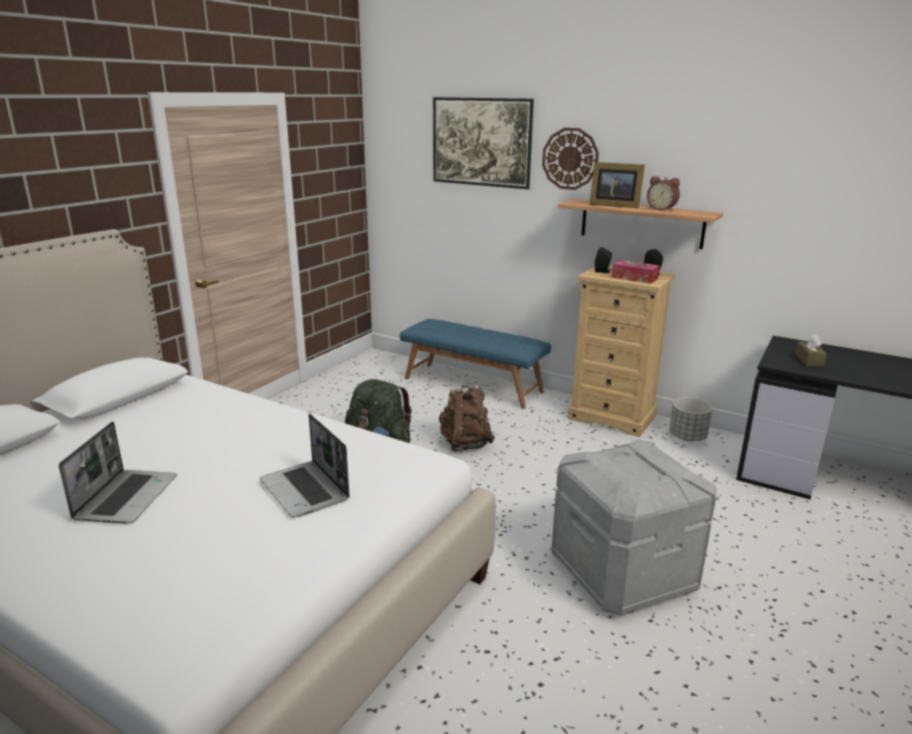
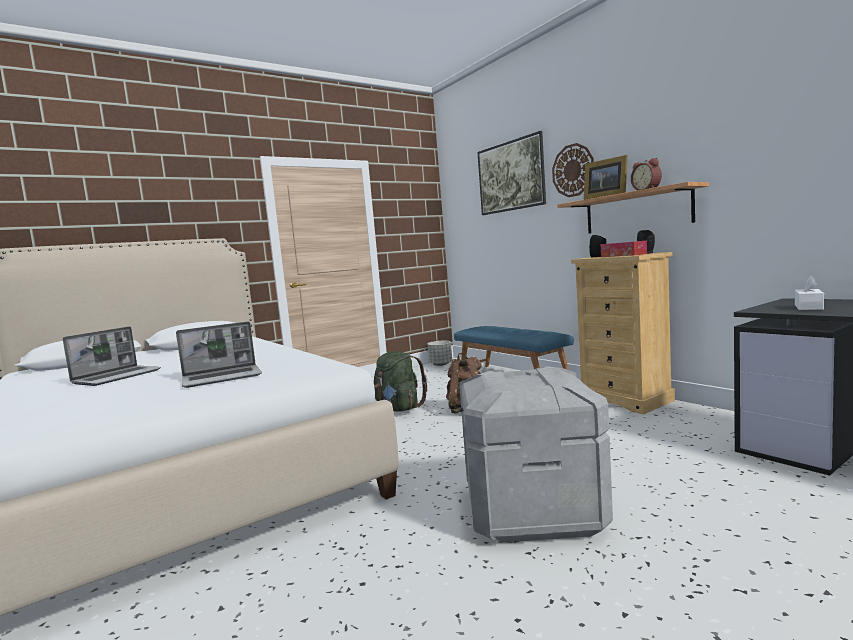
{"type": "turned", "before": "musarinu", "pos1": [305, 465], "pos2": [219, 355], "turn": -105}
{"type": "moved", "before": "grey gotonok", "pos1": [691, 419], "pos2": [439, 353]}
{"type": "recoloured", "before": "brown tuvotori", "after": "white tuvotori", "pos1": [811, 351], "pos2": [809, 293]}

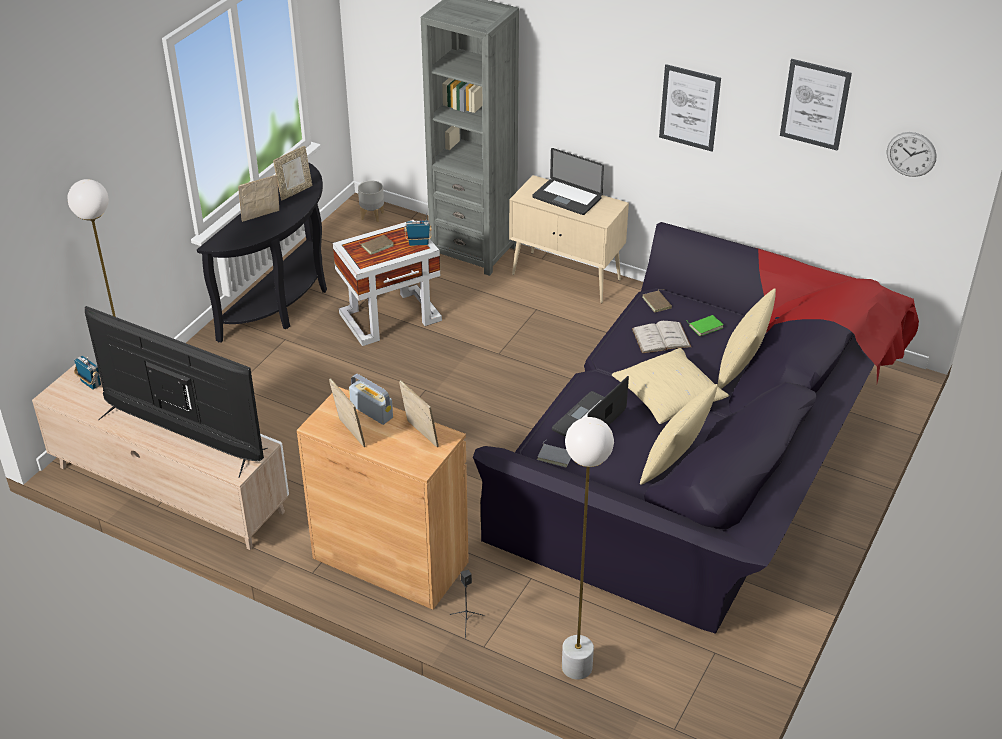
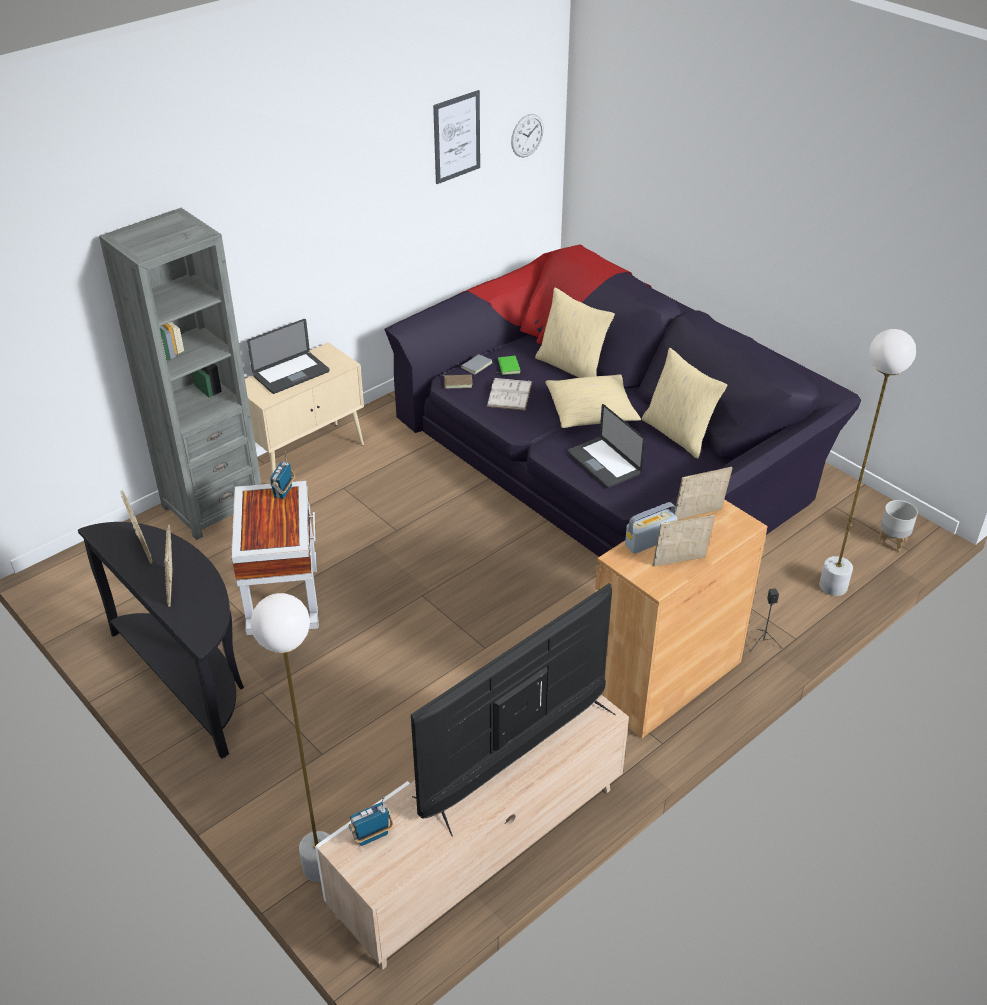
{"type": "moved", "before": "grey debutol", "pos1": [554, 453], "pos2": [474, 364]}
{"type": "moved", "before": "grey gotonok", "pos1": [371, 201], "pos2": [897, 526]}
{"type": "removed", "before": "brown debutol", "pos1": [376, 245]}
{"type": "removed", "before": "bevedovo", "pos1": [690, 107]}

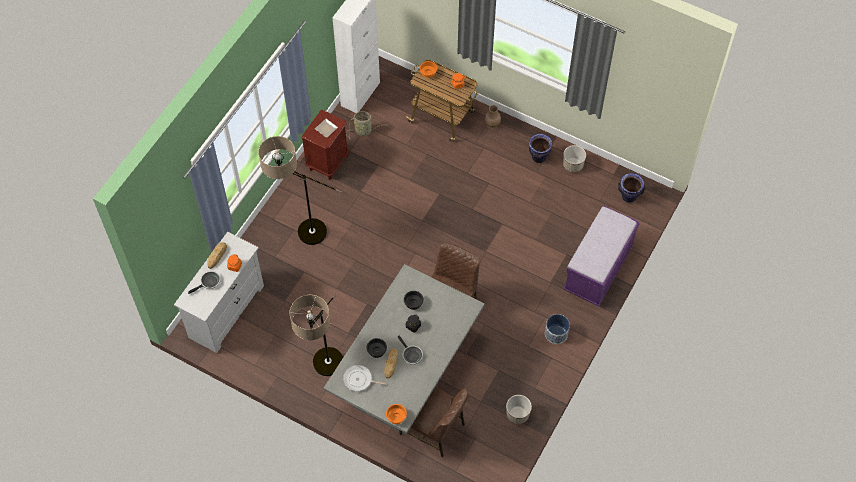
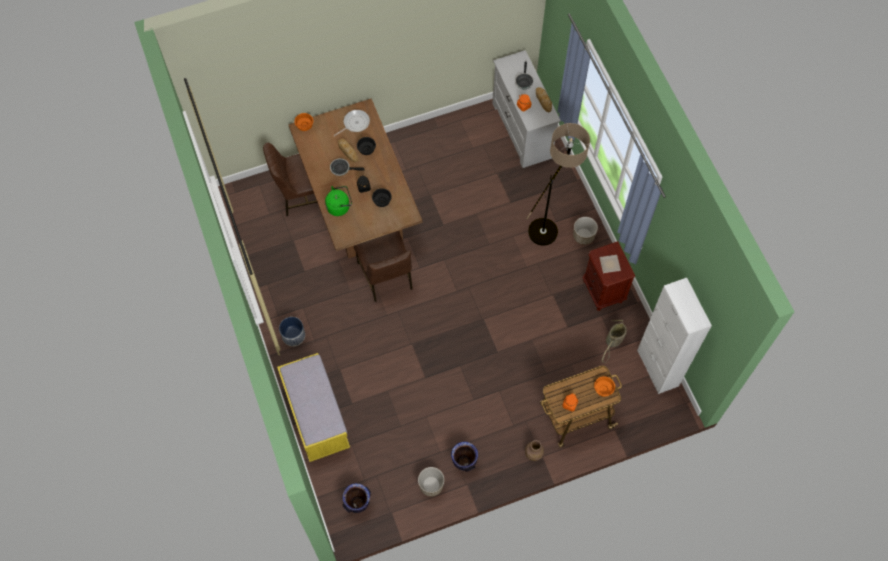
{"type": "recoloured", "before": "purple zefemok", "after": "yellow zefemok", "pos1": [601, 256], "pos2": [313, 407]}
{"type": "recoloured", "before": "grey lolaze", "after": "brown lolaze", "pos1": [404, 349], "pos2": [355, 179]}
{"type": "added", "after": "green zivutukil", "pos2": [338, 201]}
{"type": "moved", "before": "gotonok", "pos1": [519, 409], "pos2": [585, 231]}
{"type": "removed", "before": "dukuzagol", "pos1": [316, 335]}

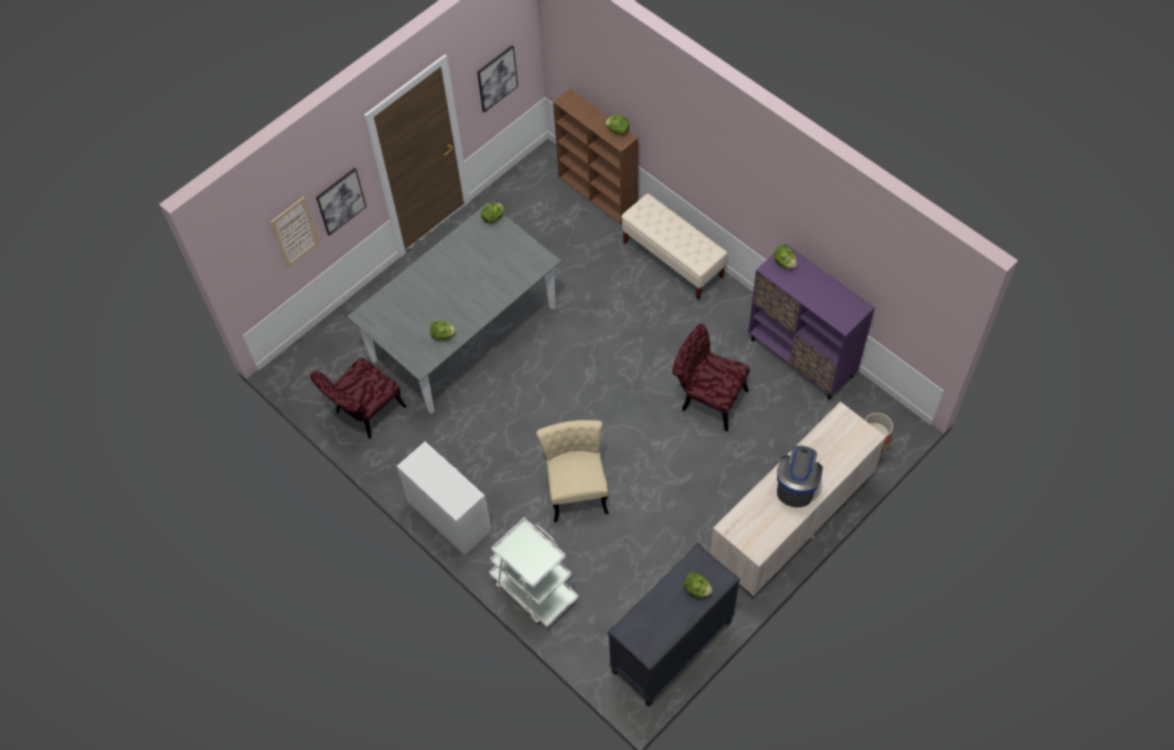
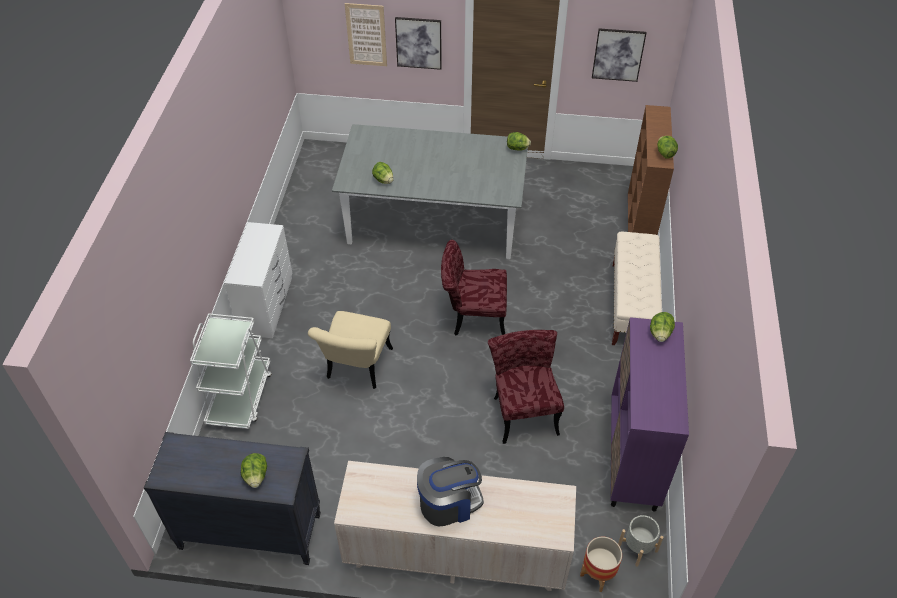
{"type": "turned", "before": "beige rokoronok", "pos1": [572, 471], "pos2": [350, 350], "turn": 150}
{"type": "moved", "before": "red rokoronok", "pos1": [358, 398], "pos2": [474, 287]}
{"type": "added", "after": "grey gotonok", "pos2": [641, 541]}

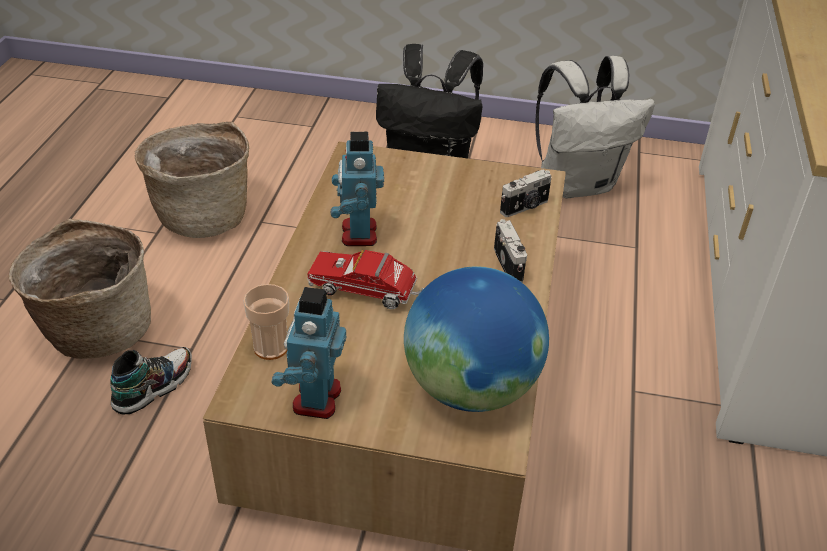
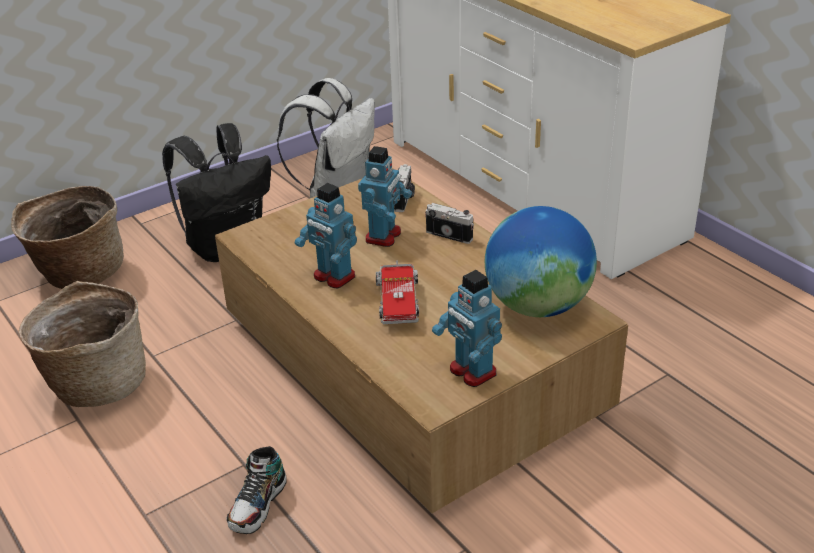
{"type": "moved", "before": "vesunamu", "pos1": [79, 289], "pos2": [67, 237]}
{"type": "turned", "before": "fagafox", "pos1": [151, 381], "pos2": [257, 490], "turn": -150}
{"type": "added", "after": "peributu", "pos2": [385, 196]}
{"type": "turned", "before": "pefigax", "pos1": [365, 279], "pos2": [397, 292], "turn": -60}
{"type": "removed", "before": "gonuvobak", "pos1": [266, 322]}

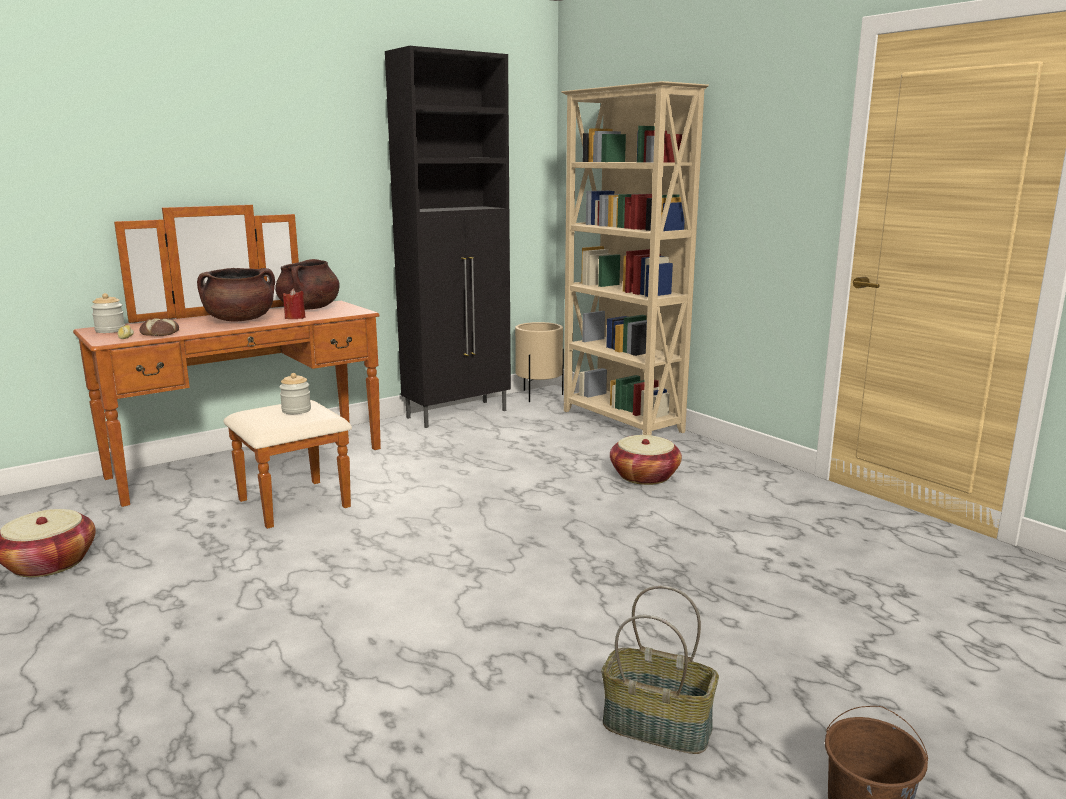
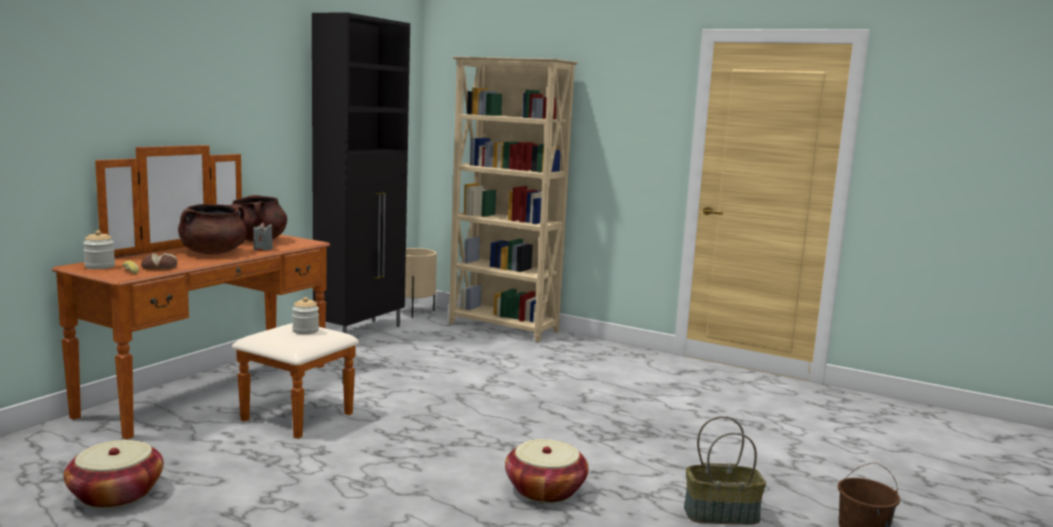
{"type": "recoloured", "before": "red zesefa", "after": "grey zesefa", "pos1": [294, 303], "pos2": [263, 236]}
{"type": "moved", "before": "vesunamu", "pos1": [646, 460], "pos2": [547, 471]}

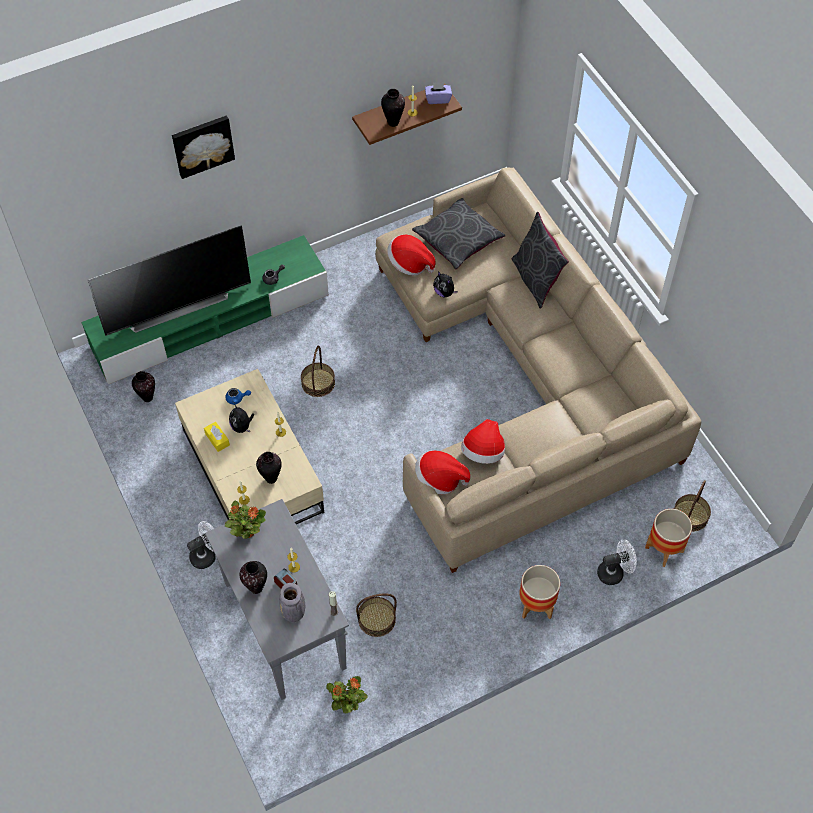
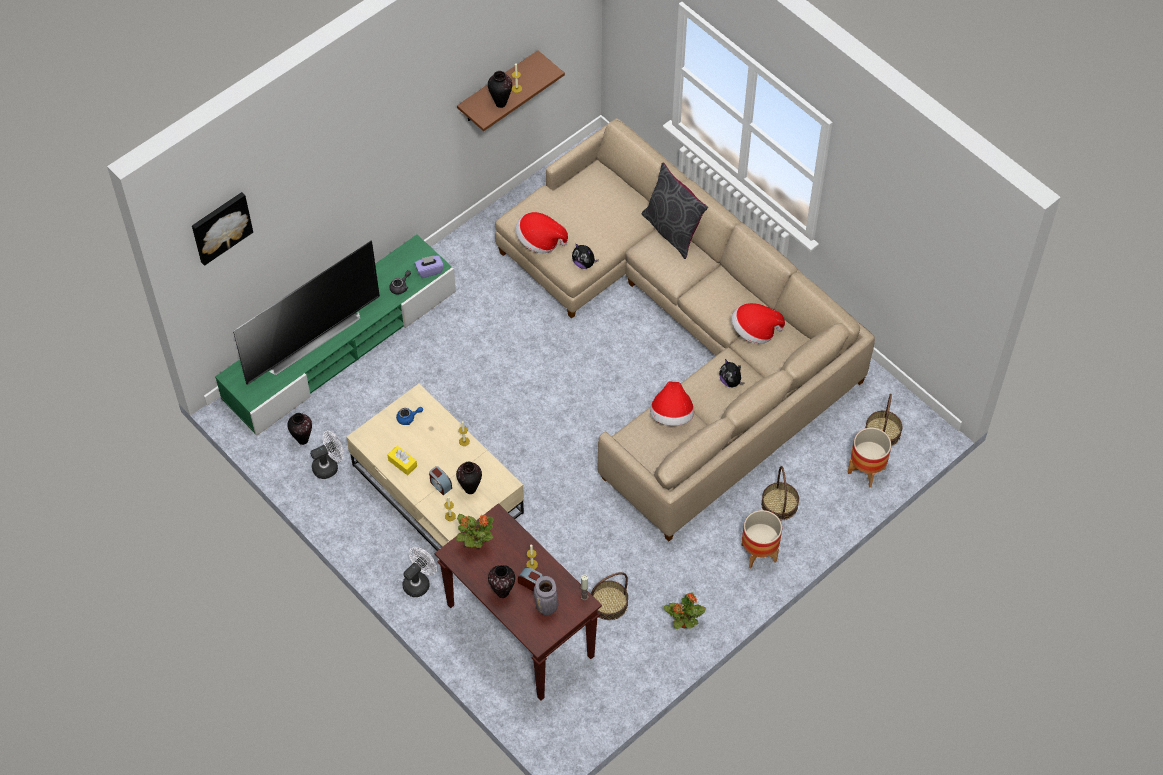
{"type": "moved", "before": "bevedovo", "pos1": [203, 147], "pos2": [222, 229]}
{"type": "moved", "before": "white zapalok", "pos1": [617, 562], "pos2": [327, 454]}
{"type": "moved", "before": "purple tuvotori", "pos1": [438, 93], "pos2": [429, 266]}
{"type": "added", "after": "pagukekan", "pos2": [440, 480]}
{"type": "recoloured", "before": "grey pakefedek", "after": "brown pakefedek", "pos1": [277, 599], "pos2": [518, 602]}
{"type": "moved", "before": "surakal", "pos1": [347, 695], "pos2": [685, 610]}
{"type": "moved", "before": "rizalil", "pos1": [241, 419], "pos2": [731, 373]}
{"type": "moved", "before": "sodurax", "pos1": [442, 472], "pos2": [758, 323]}
{"type": "moved", "before": "vesunamu", "pos1": [318, 371], "pos2": [780, 493]}
{"type": "removed", "before": "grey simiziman", "pos1": [459, 233]}

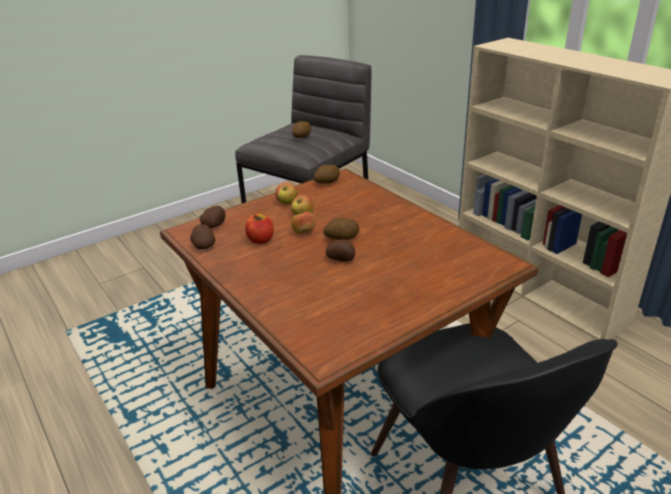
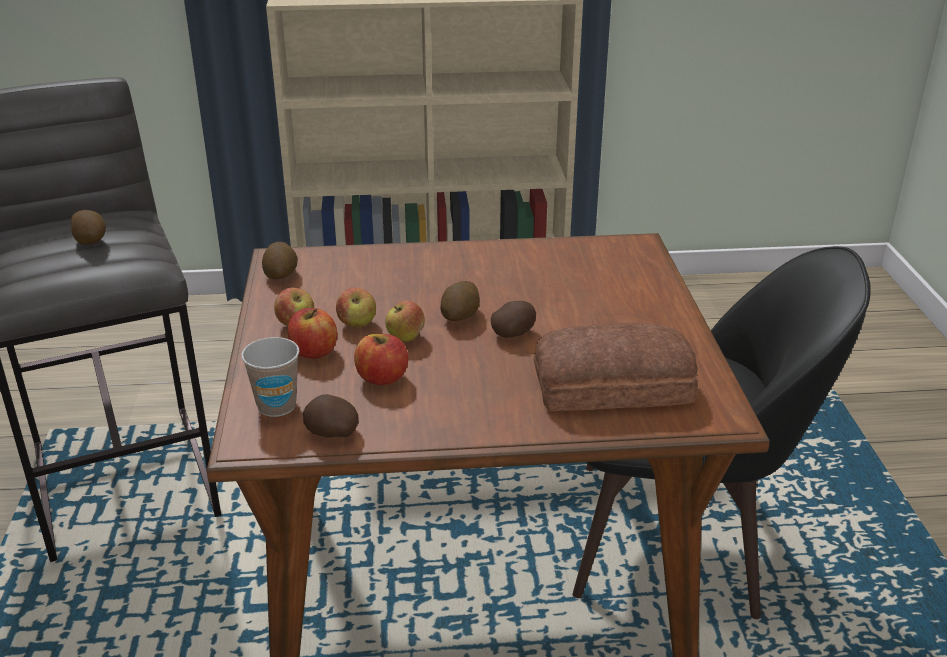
{"type": "replaced", "before": "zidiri", "after": "gonuvobak", "pos1": [212, 217], "pos2": [270, 377]}
{"type": "added", "after": "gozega", "pos2": [312, 333]}
{"type": "added", "after": "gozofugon", "pos2": [616, 367]}

